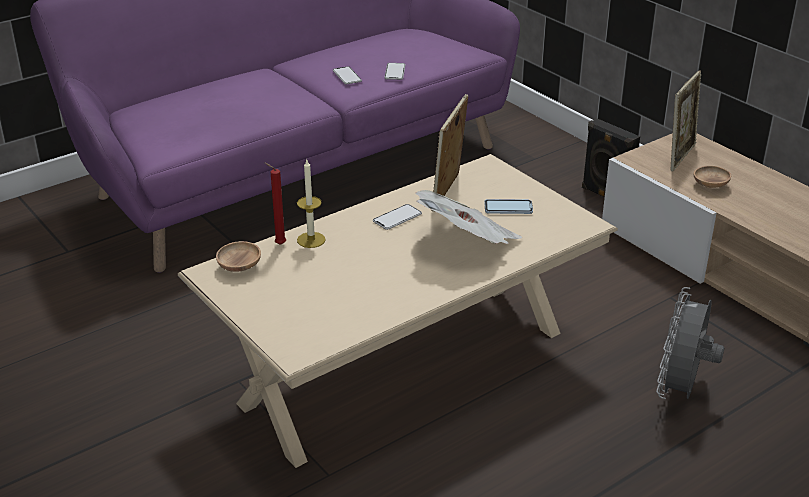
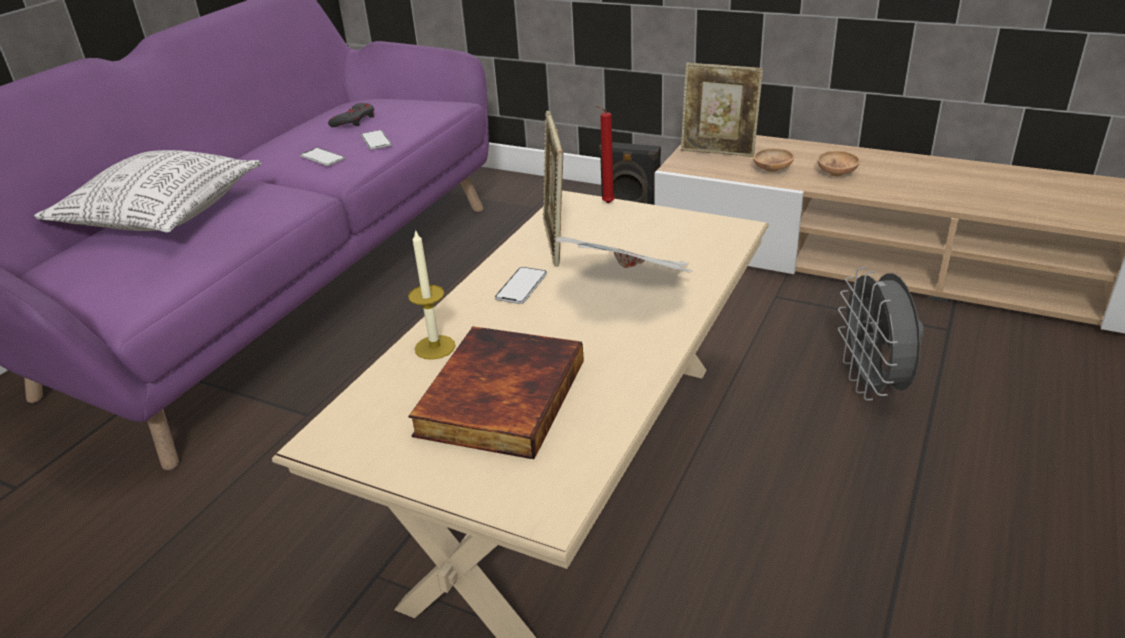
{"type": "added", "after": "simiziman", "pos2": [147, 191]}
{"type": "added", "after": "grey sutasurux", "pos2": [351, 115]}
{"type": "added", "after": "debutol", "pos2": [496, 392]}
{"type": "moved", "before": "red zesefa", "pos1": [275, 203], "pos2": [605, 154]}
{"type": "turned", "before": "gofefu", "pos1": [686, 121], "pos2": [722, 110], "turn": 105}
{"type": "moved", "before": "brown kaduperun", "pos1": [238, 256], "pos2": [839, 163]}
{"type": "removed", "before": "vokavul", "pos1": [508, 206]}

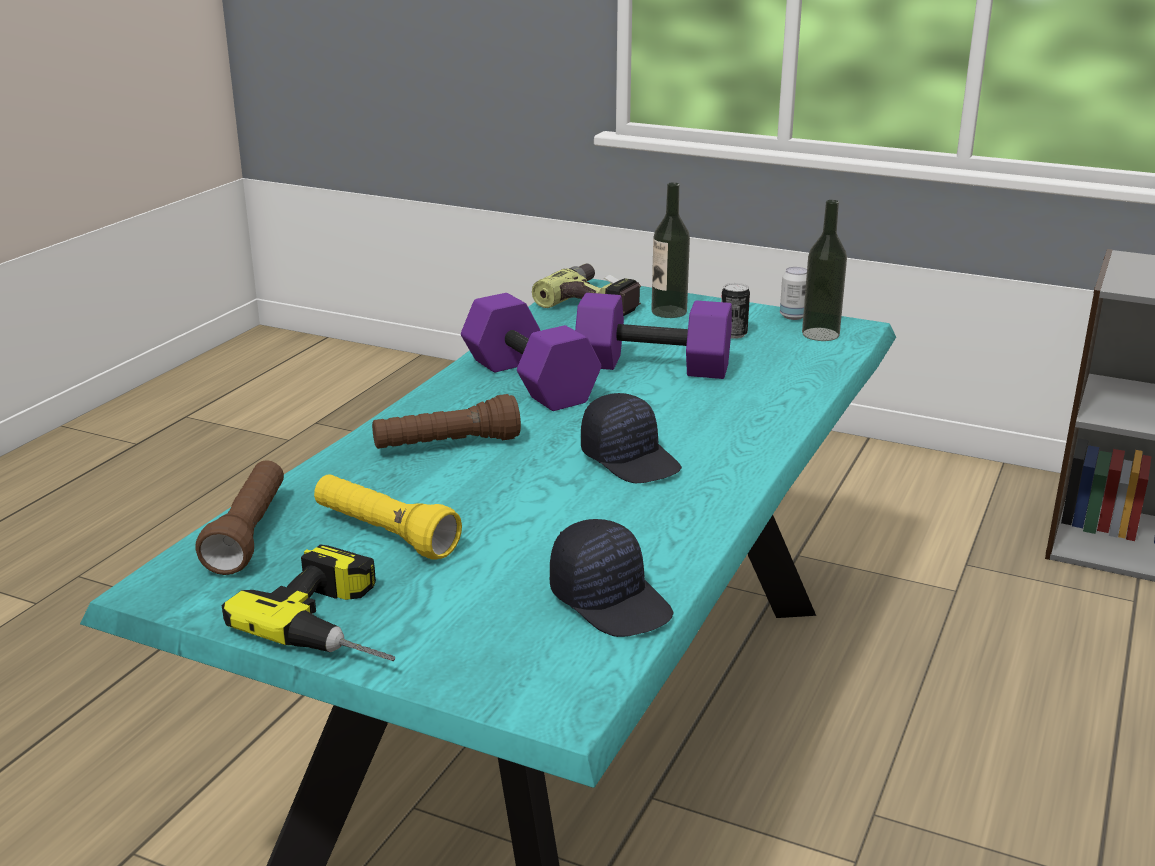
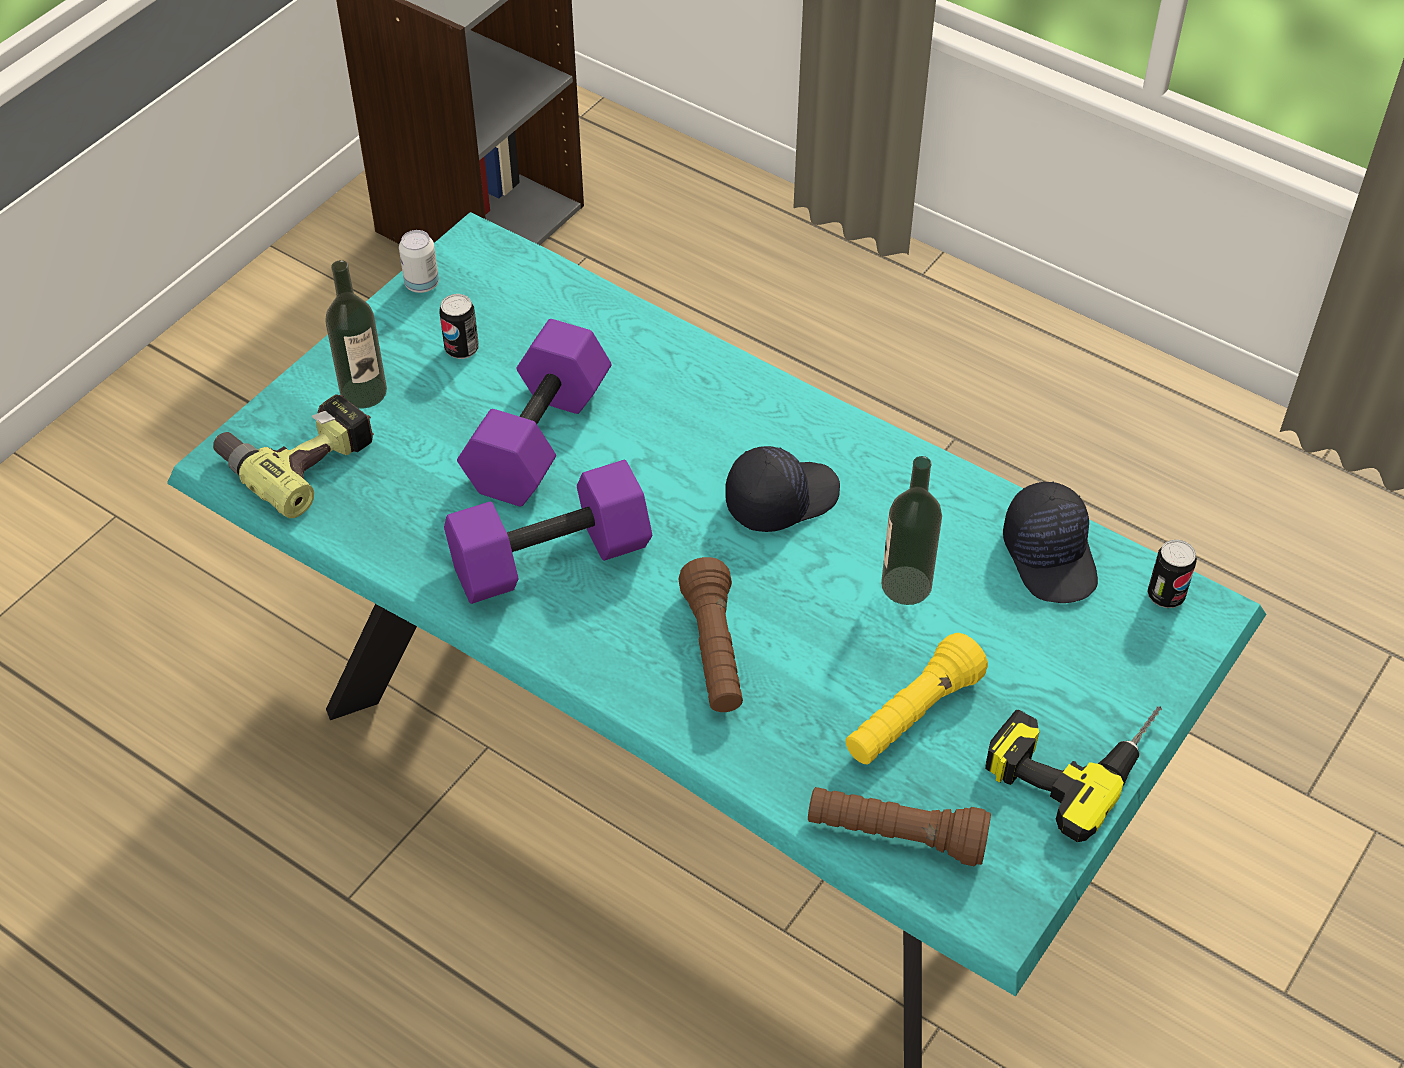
{"type": "moved", "before": "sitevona", "pos1": [824, 270], "pos2": [911, 530]}
{"type": "turned", "before": "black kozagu", "pos1": [612, 578], "pos2": [1050, 542], "turn": 105}
{"type": "added", "after": "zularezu", "pos2": [1172, 574]}

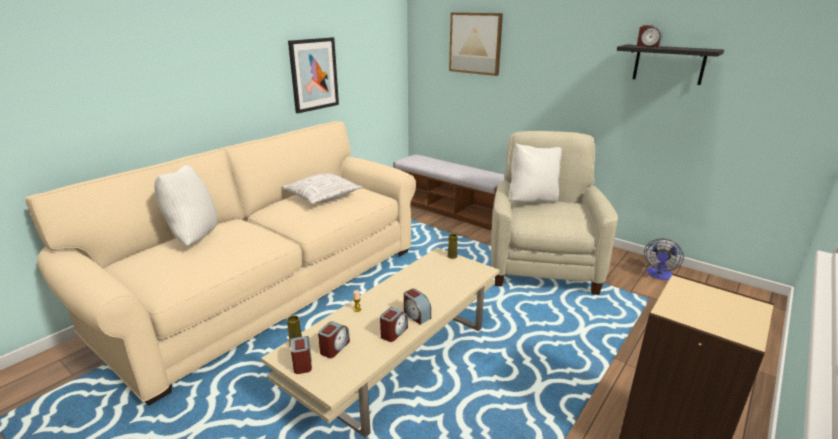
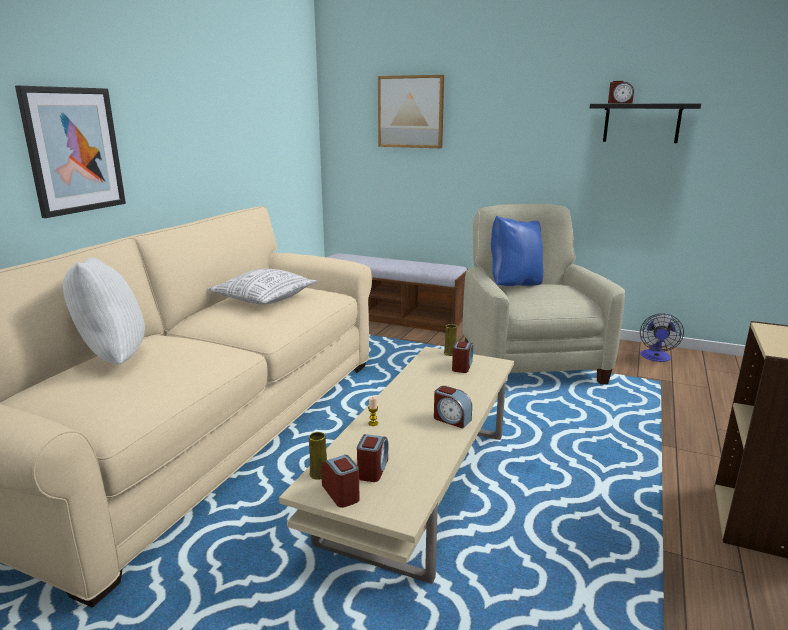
{"type": "moved", "before": "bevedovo", "pos1": [313, 75], "pos2": [70, 152]}
{"type": "moved", "before": "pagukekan", "pos1": [394, 324], "pos2": [462, 357]}
{"type": "recoloured", "before": "white simiziman", "after": "blue simiziman", "pos1": [536, 173], "pos2": [517, 251]}

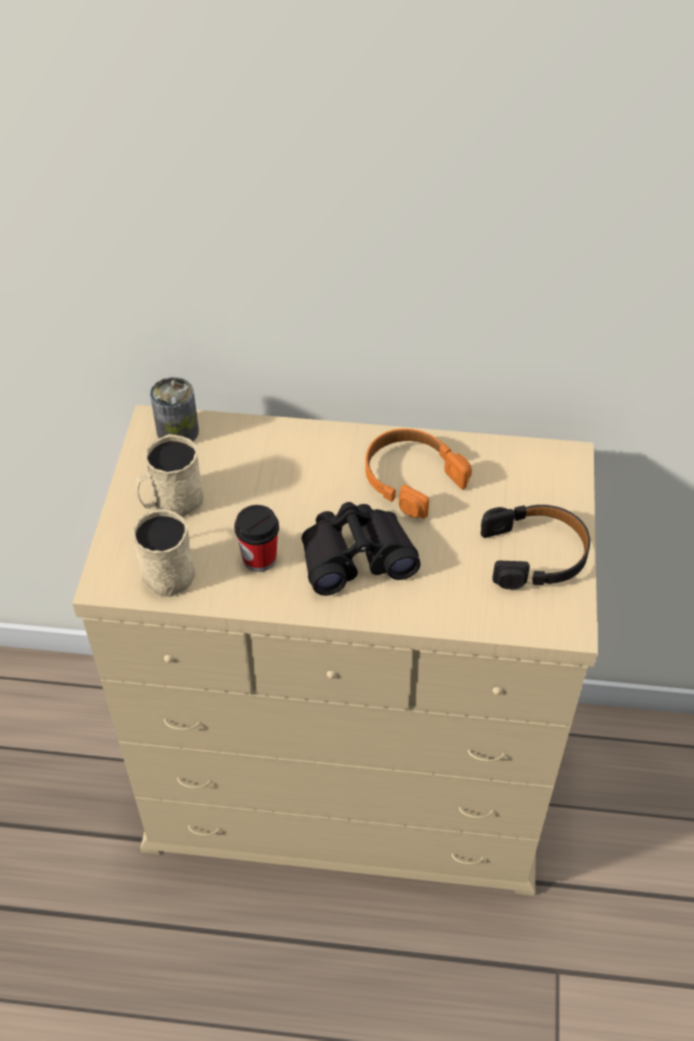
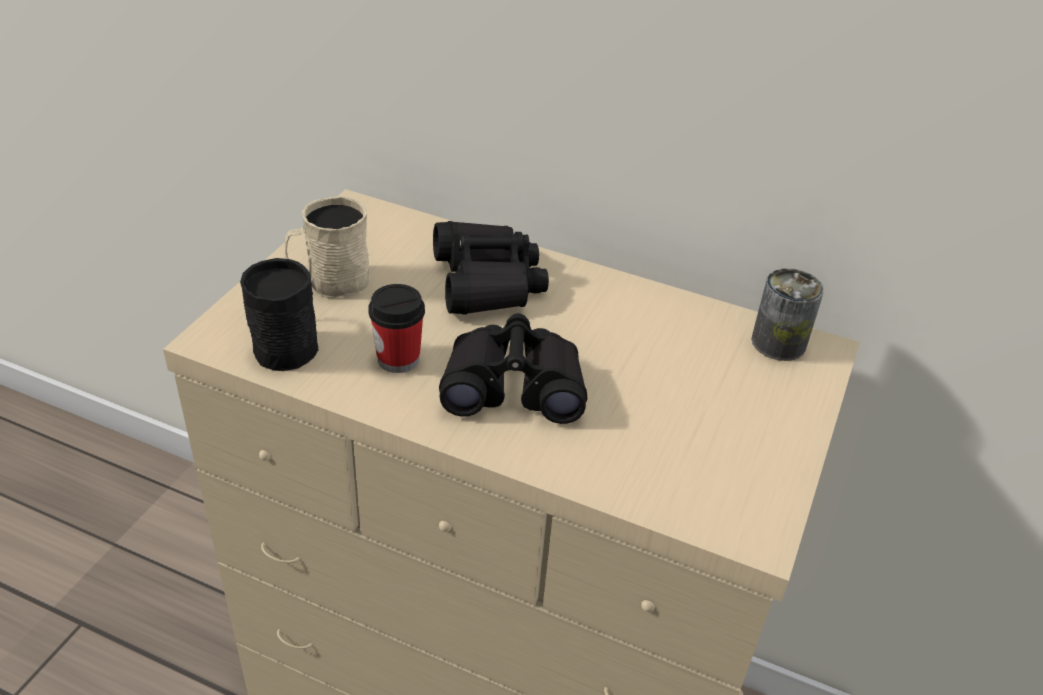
{"type": "recoloured", "before": "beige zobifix", "after": "black zobifix", "pos1": [163, 553], "pos2": [279, 314]}
{"type": "added", "after": "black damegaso", "pos2": [491, 268]}
{"type": "moved", "before": "zularezu", "pos1": [174, 409], "pos2": [787, 314]}
{"type": "removed", "before": "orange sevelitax", "pos1": [418, 474]}
{"type": "removed", "before": "black sevelitax", "pos1": [535, 547]}

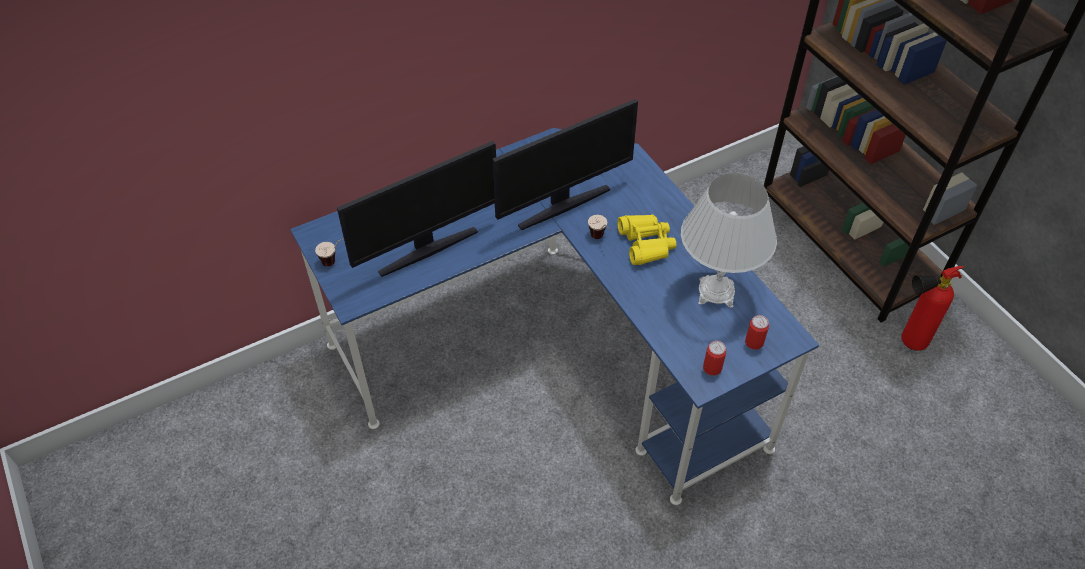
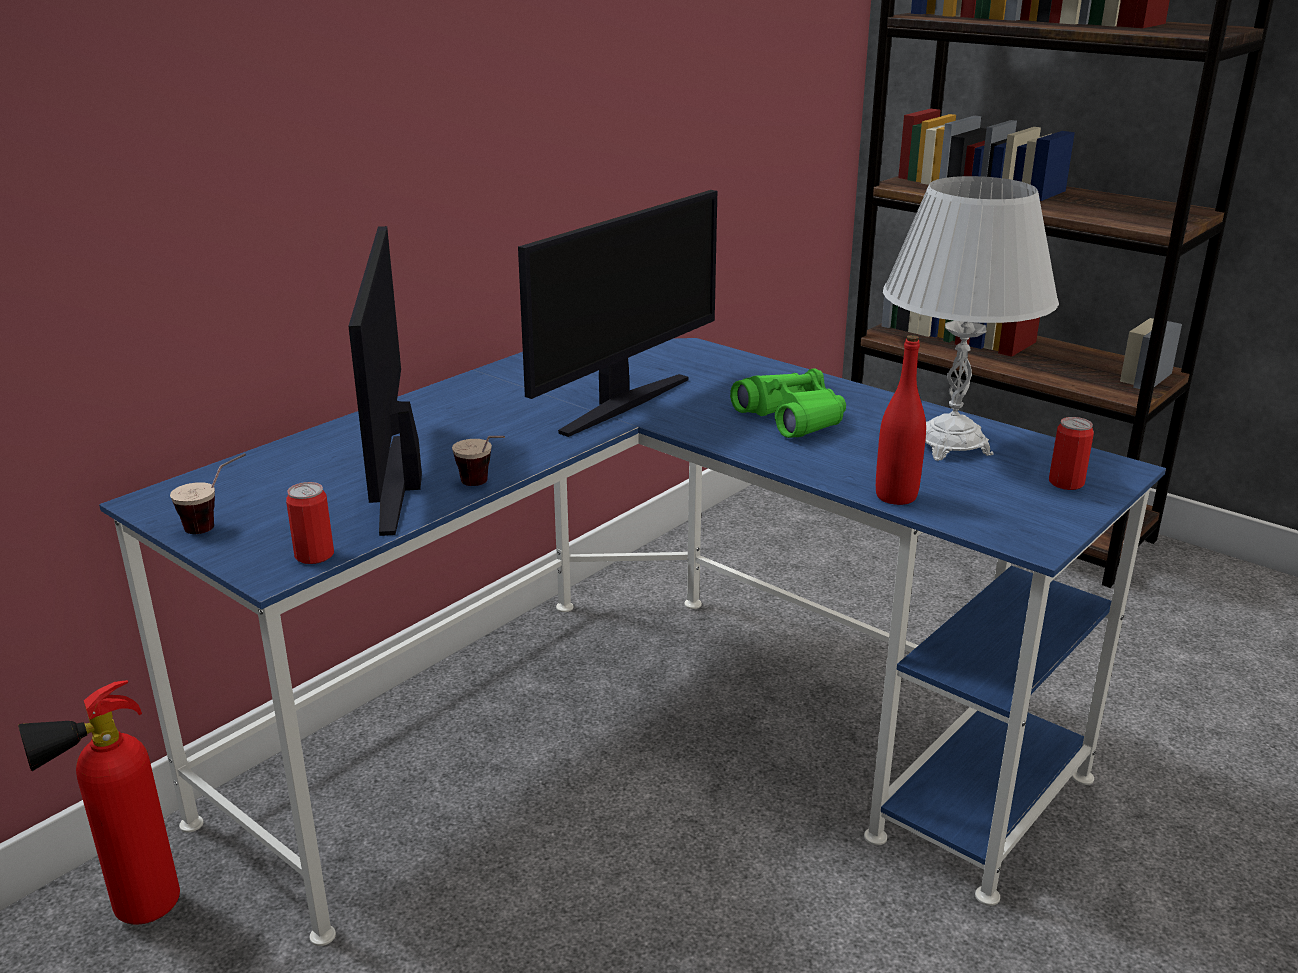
{"type": "moved", "before": "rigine", "pos1": [932, 308], "pos2": [99, 802]}
{"type": "moved", "before": "zularezu", "pos1": [714, 358], "pos2": [310, 523]}
{"type": "turned", "before": "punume", "pos1": [416, 209], "pos2": [385, 381], "turn": 135}
{"type": "moved", "before": "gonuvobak", "pos1": [599, 227], "pos2": [478, 461]}
{"type": "recoloured", "before": "yellow damegaso", "after": "green damegaso", "pos1": [646, 239], "pos2": [788, 403]}
{"type": "added", "after": "red sitevona", "pos2": [901, 420]}

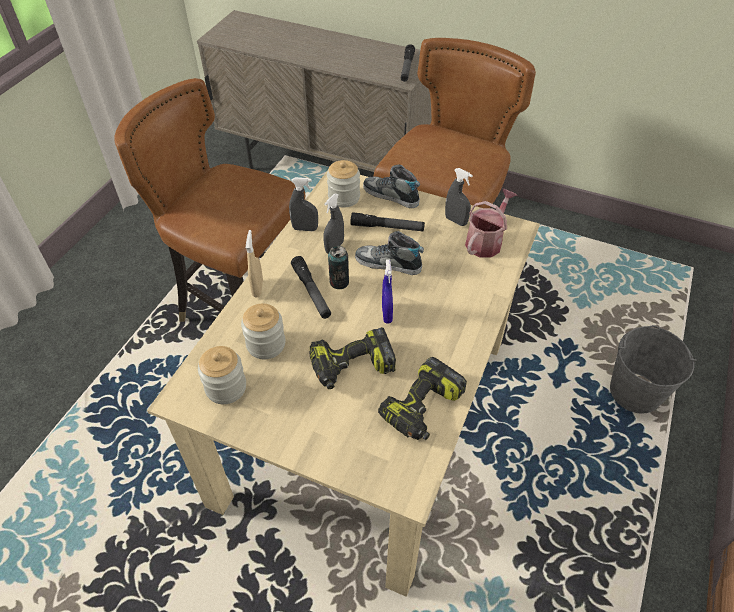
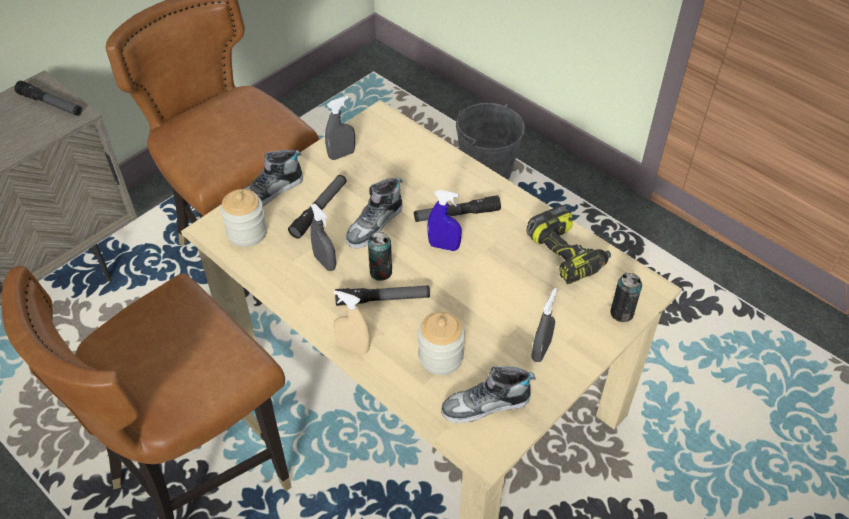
{"type": "added", "after": "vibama", "pos2": [457, 208]}
{"type": "replaced", "before": "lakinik", "after": "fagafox", "pos1": [222, 375], "pos2": [488, 394]}
{"type": "moved", "before": "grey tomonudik", "pos1": [303, 204], "pos2": [544, 325]}
{"type": "added", "after": "zularezu", "pos2": [626, 297]}
{"type": "removed", "before": "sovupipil", "pos1": [352, 358]}
{"type": "removed", "before": "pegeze", "pos1": [491, 223]}

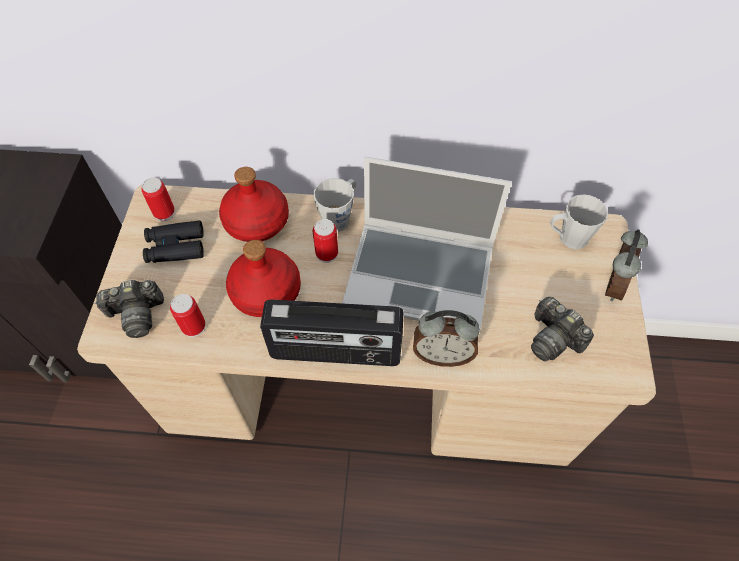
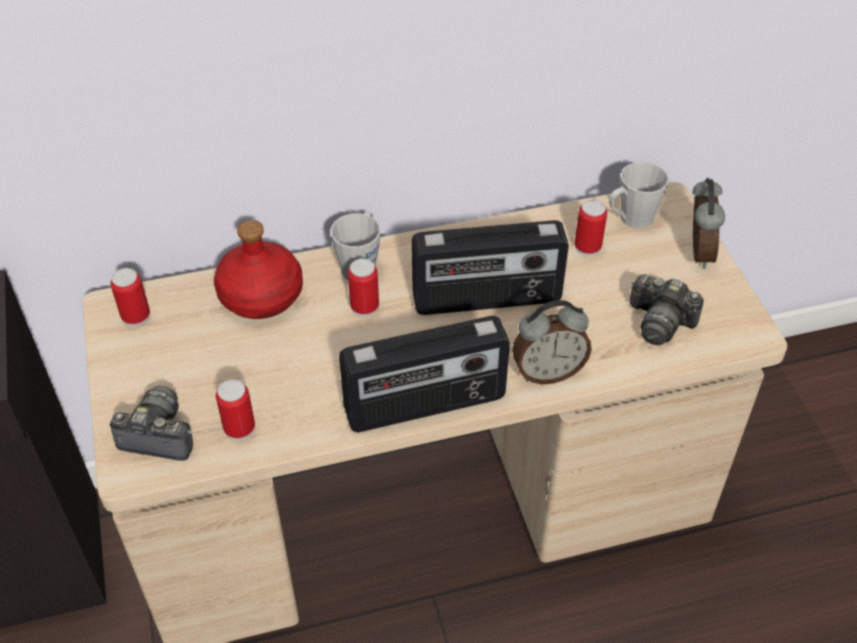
{"type": "turned", "before": "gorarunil", "pos1": [129, 309], "pos2": [151, 423], "turn": -135}
{"type": "replaced", "before": "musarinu", "after": "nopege", "pos1": [427, 245], "pos2": [490, 267]}
{"type": "added", "after": "zularezu", "pos2": [590, 228]}
{"type": "removed", "before": "black damegaso", "pos1": [173, 241]}
{"type": "removed", "before": "red sitevona", "pos1": [263, 278]}

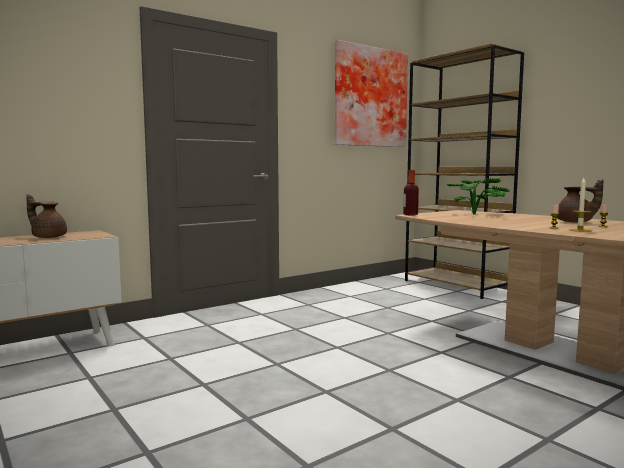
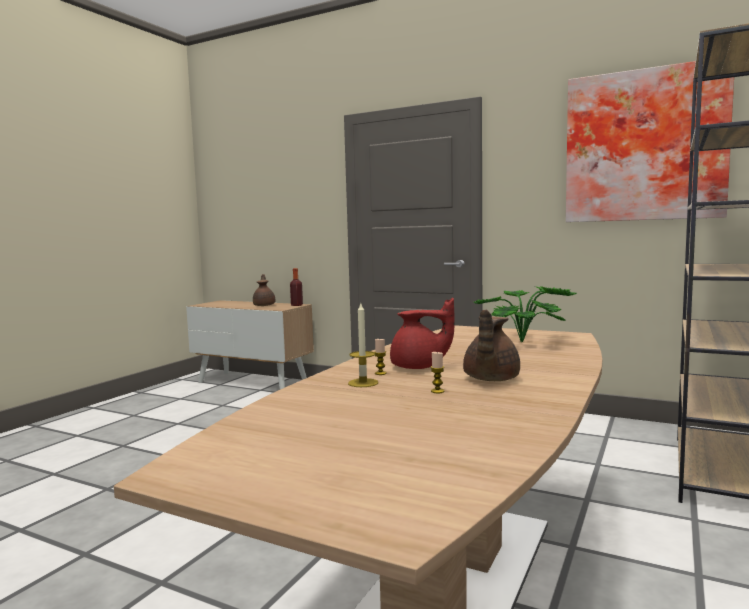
{"type": "moved", "before": "sitevona", "pos1": [411, 192], "pos2": [296, 287]}
{"type": "added", "after": "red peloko", "pos2": [422, 333]}

